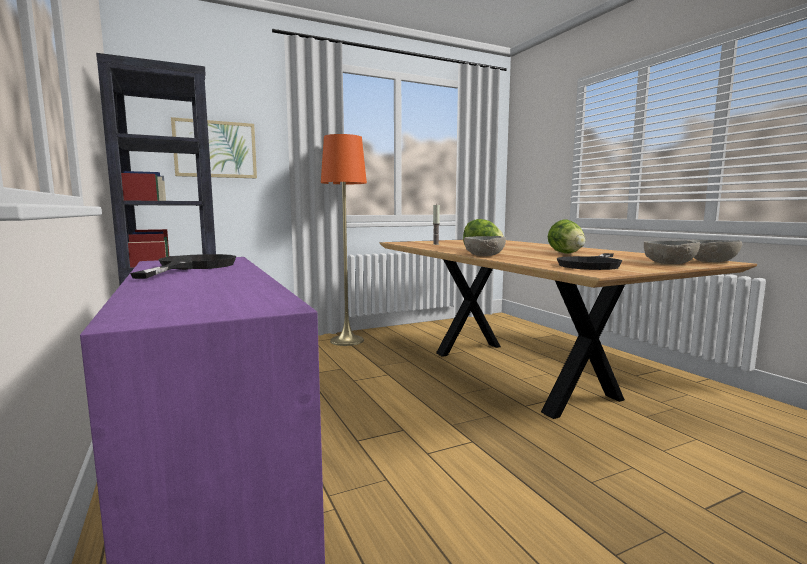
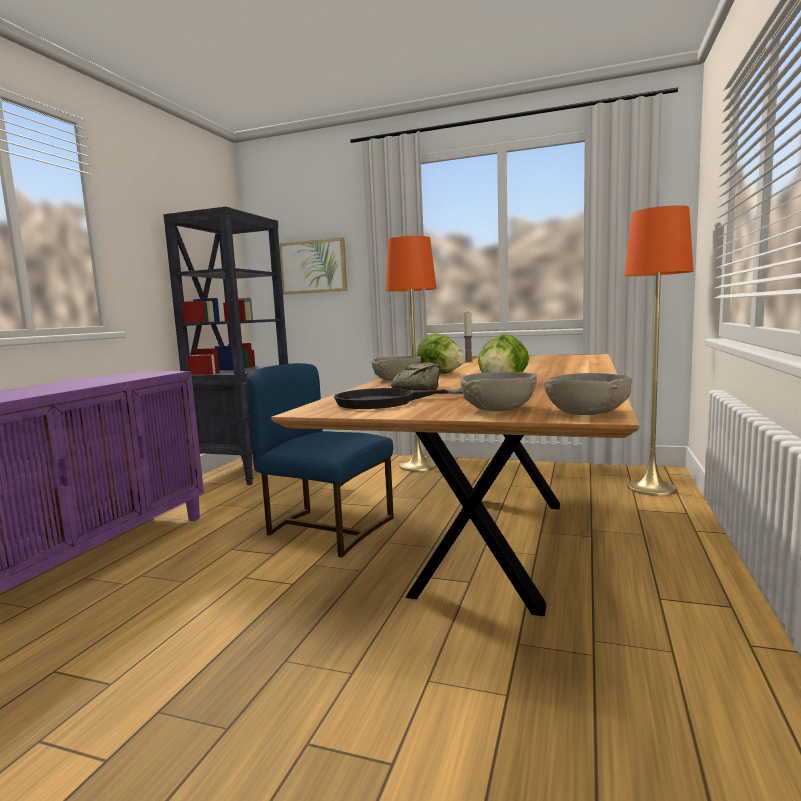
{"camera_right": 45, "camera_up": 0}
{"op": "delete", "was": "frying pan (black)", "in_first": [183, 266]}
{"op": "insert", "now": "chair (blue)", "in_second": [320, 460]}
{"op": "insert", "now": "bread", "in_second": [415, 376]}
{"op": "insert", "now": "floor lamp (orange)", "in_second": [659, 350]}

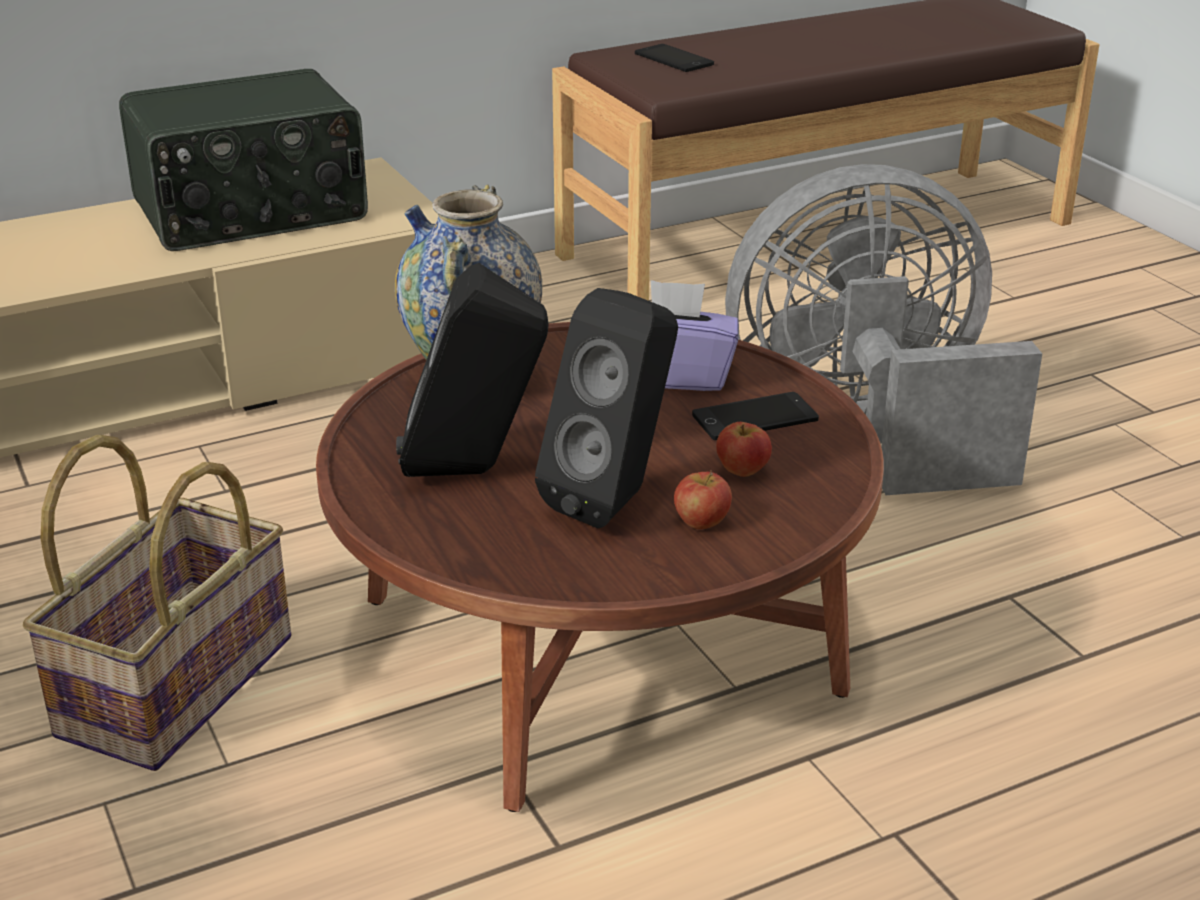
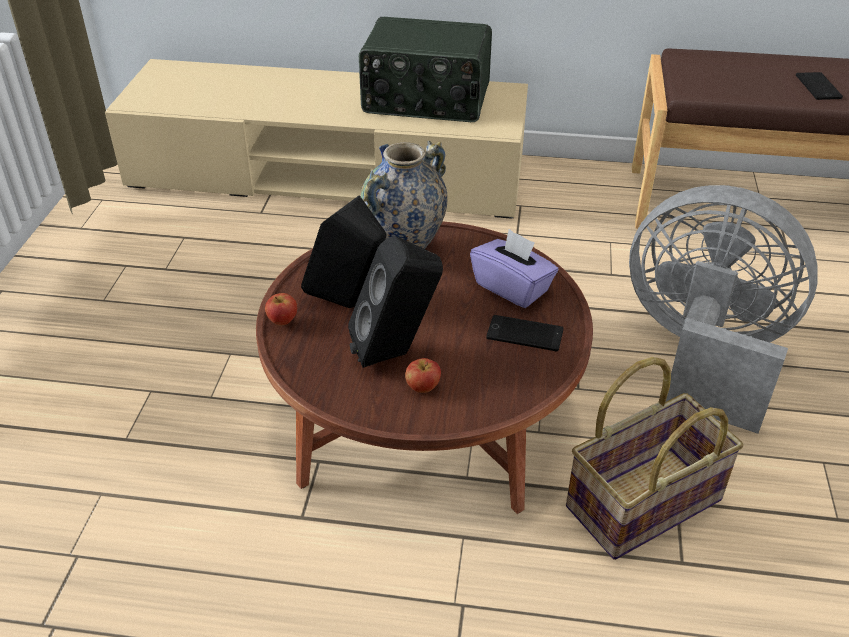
{"camera_right": 35, "camera_up": 10}
{"op": "move", "was": "basket", "in_first": [157, 603], "in_second": [654, 458]}
{"op": "move", "was": "phone", "in_first": [674, 58], "in_second": [819, 86]}
{"op": "move", "was": "apple", "in_first": [744, 449], "in_second": [281, 309]}

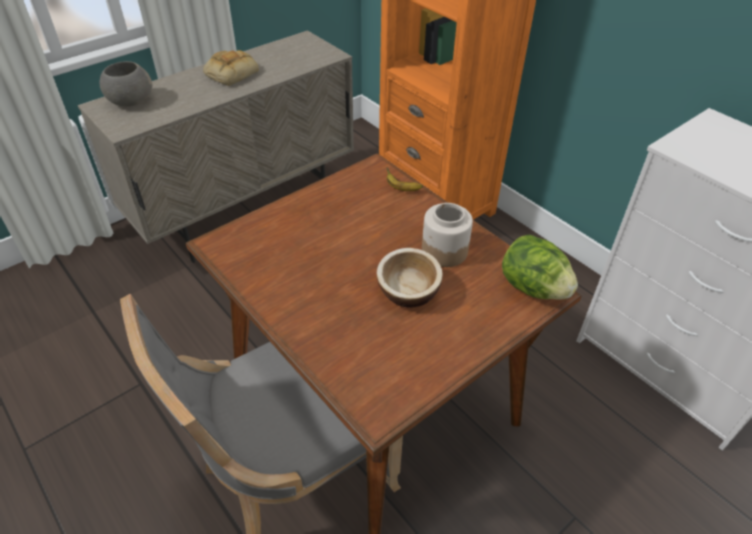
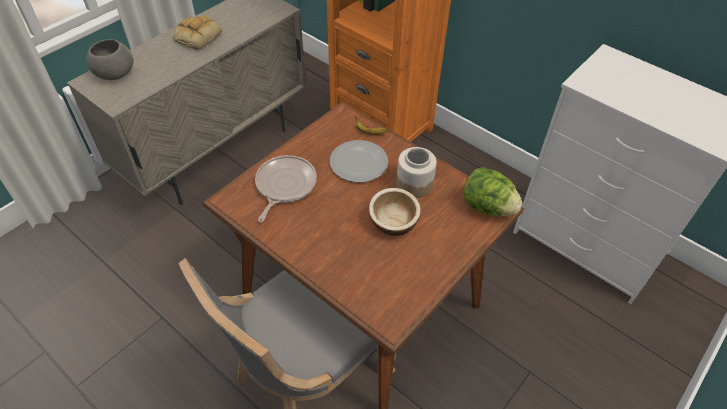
{"camera_right": -10, "camera_up": 5}
{"op": "insert", "now": "frying pan", "in_second": [286, 188]}
{"op": "insert", "now": "plate", "in_second": [359, 161]}

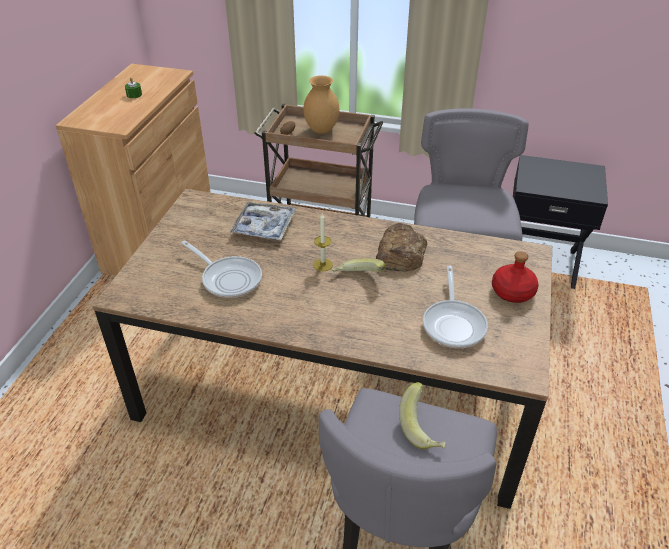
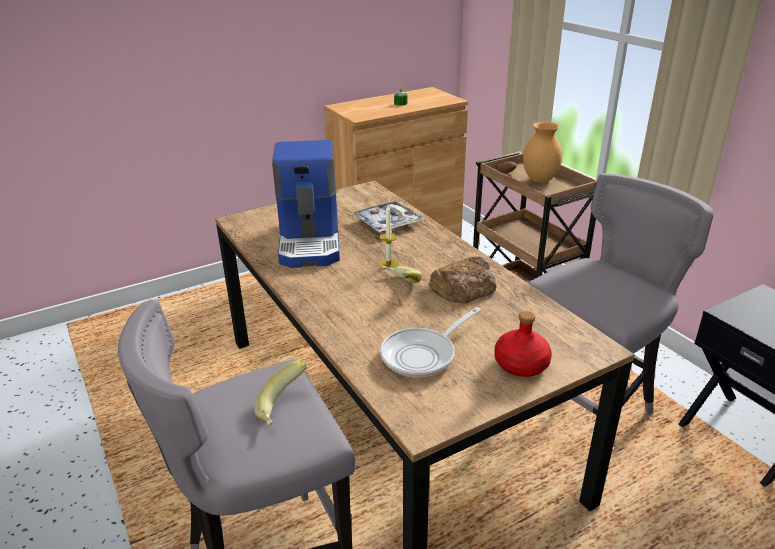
{"camera_right": 45, "camera_up": -10}
{"op": "replace", "was": "frying pan", "now": "coffee machine", "in_first": [221, 269], "in_second": [306, 204]}

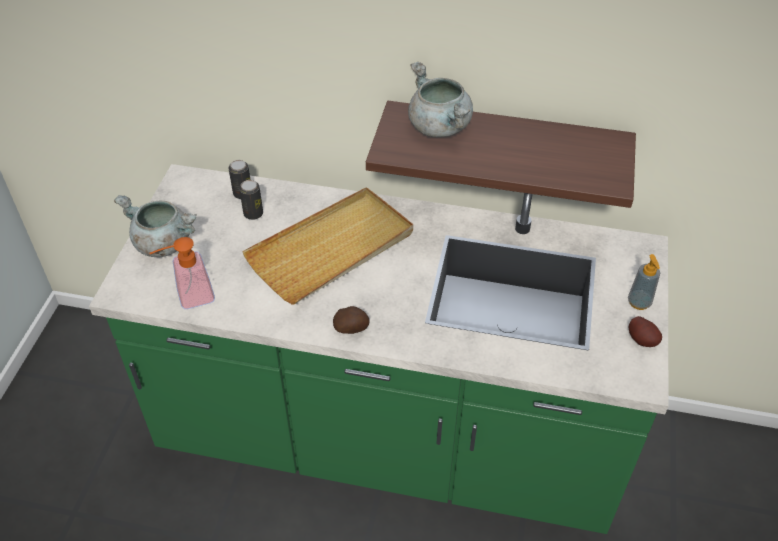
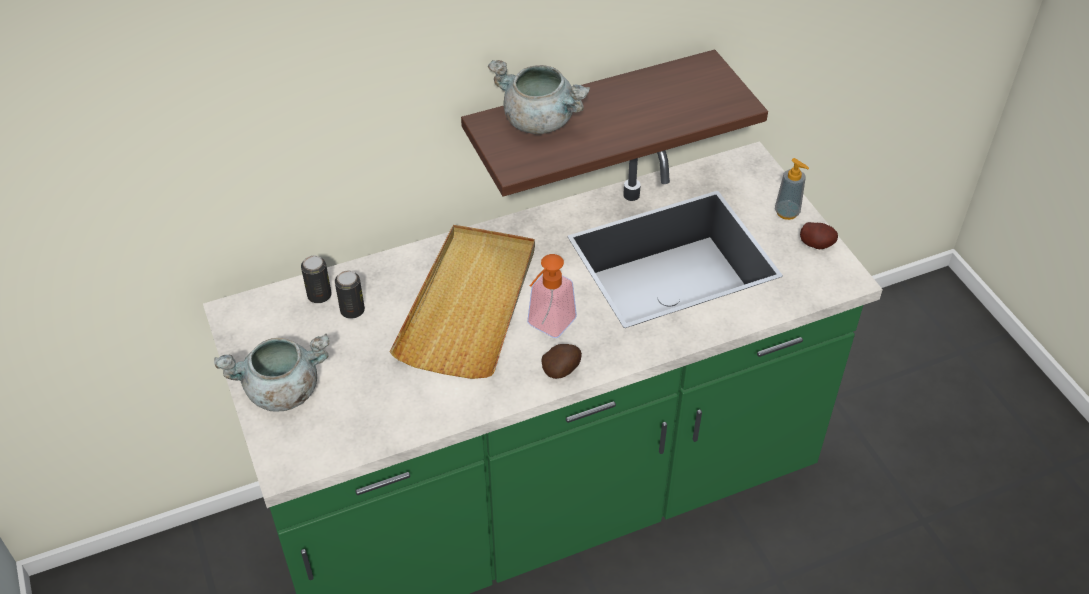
{"camera_right": -35, "camera_up": 0}
{"op": "move", "was": "soap dispenser", "in_first": [182, 273], "in_second": [552, 296]}

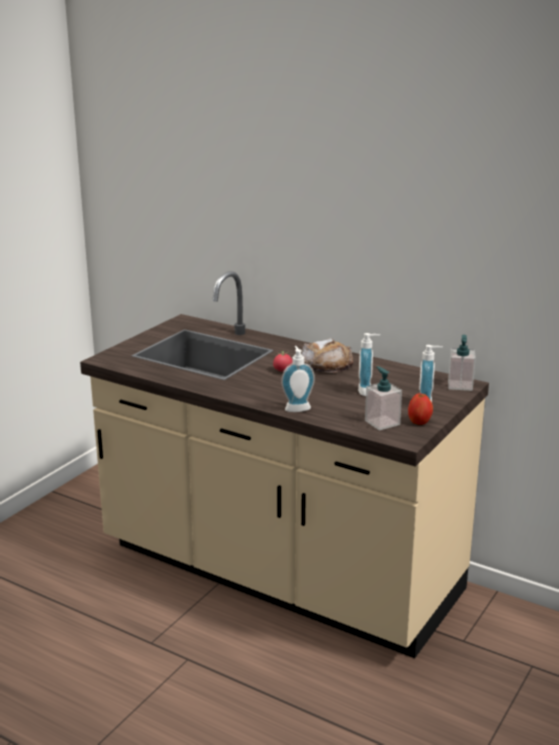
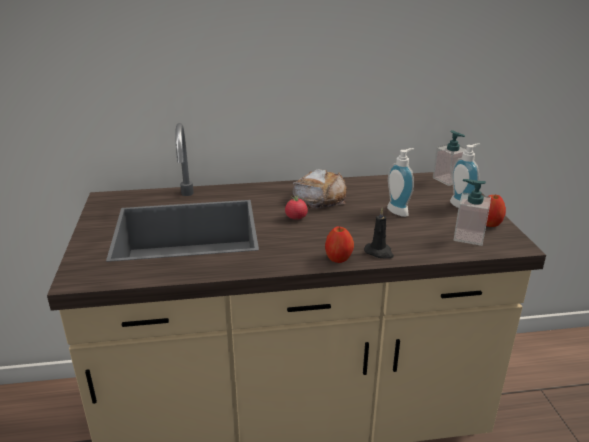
{"camera_right": -40, "camera_up": 5}
{"op": "replace", "was": "soap dispenser", "now": "candle (black)", "in_first": [298, 379], "in_second": [379, 233]}
{"op": "insert", "now": "apple", "in_second": [339, 245]}

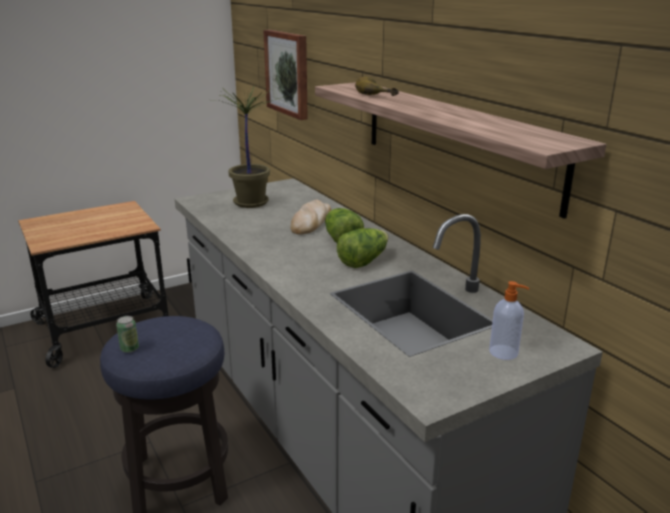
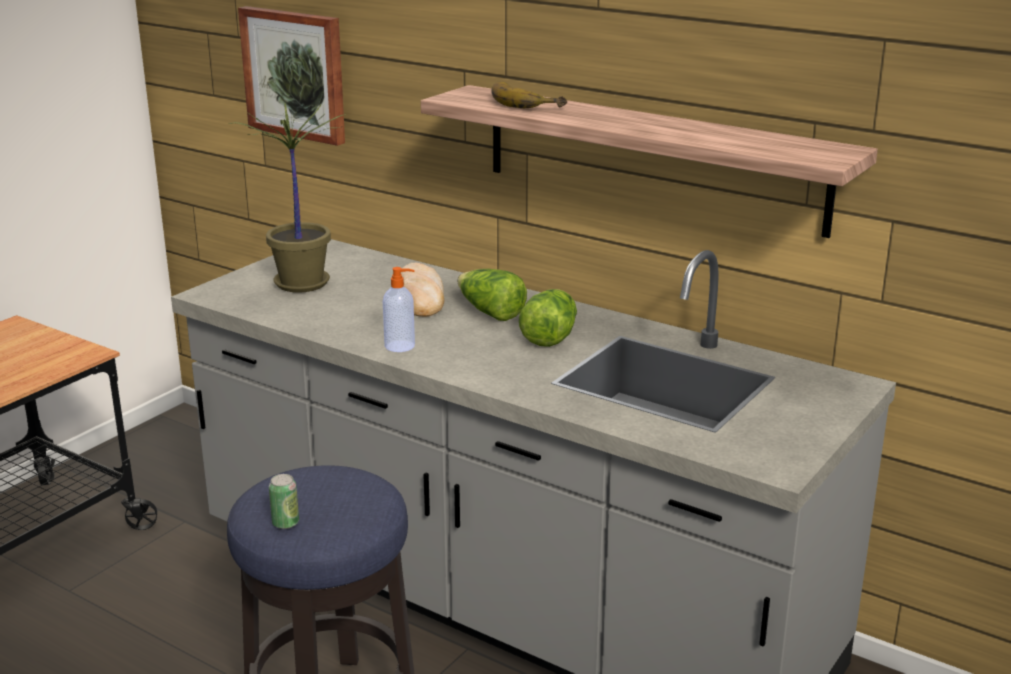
{"camera_right": -25, "camera_up": 0}
{"op": "move", "was": "soap dispenser", "in_first": [509, 320], "in_second": [399, 309]}

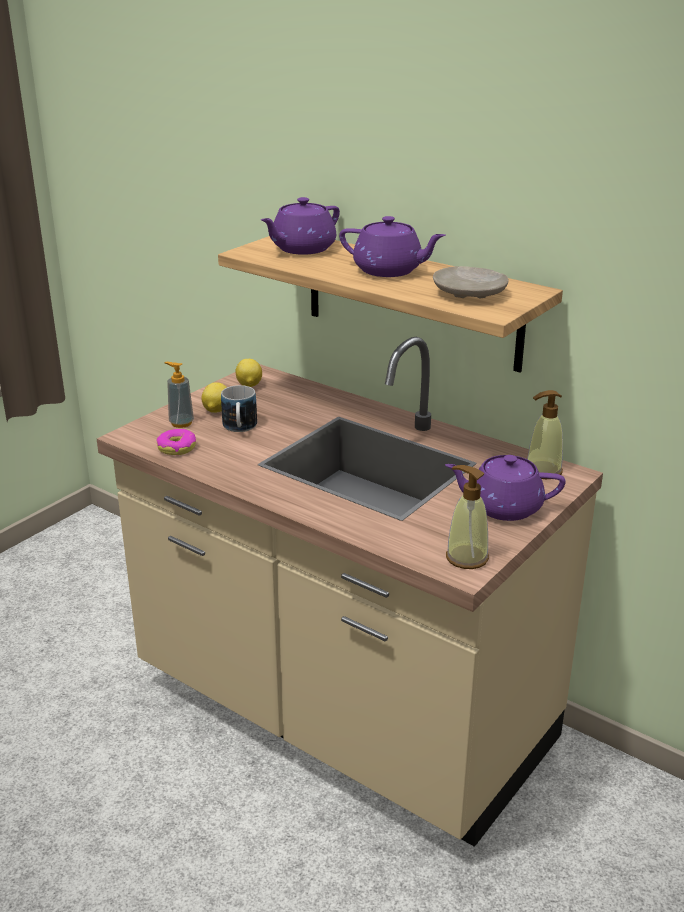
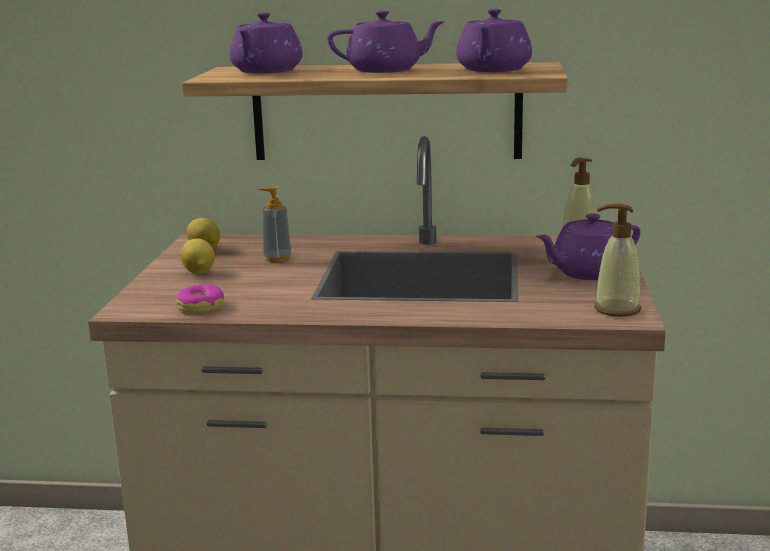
{"camera_right": -30, "camera_up": -10}
{"op": "move", "was": "soap dispenser", "in_first": [179, 395], "in_second": [275, 224]}
{"op": "delete", "was": "mug", "in_first": [239, 408]}
{"op": "replace", "was": "plate (beige)", "now": "teapot (purple)", "in_first": [471, 282], "in_second": [494, 40]}

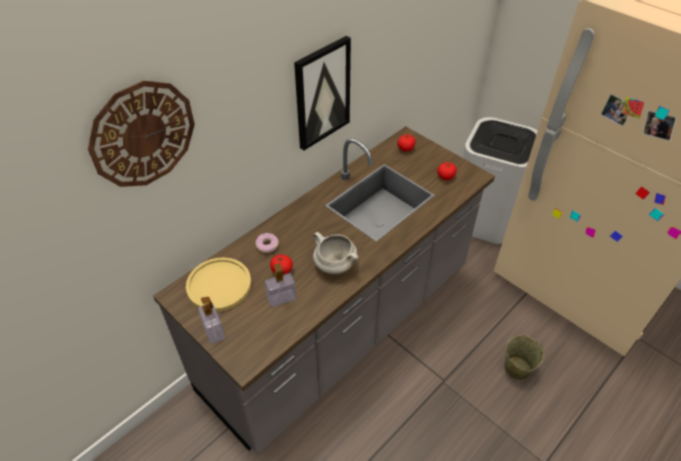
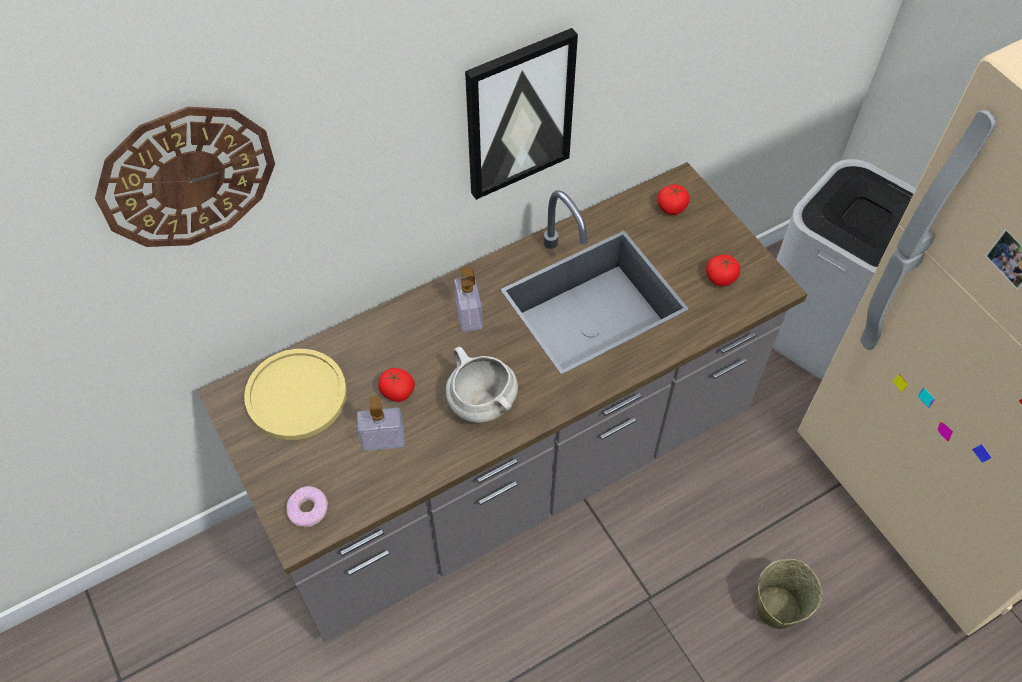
{"camera_right": 15, "camera_up": 10}
{"op": "move", "was": "soap dispenser", "in_first": [211, 320], "in_second": [468, 299]}
{"op": "move", "was": "donut", "in_first": [267, 243], "in_second": [307, 506]}

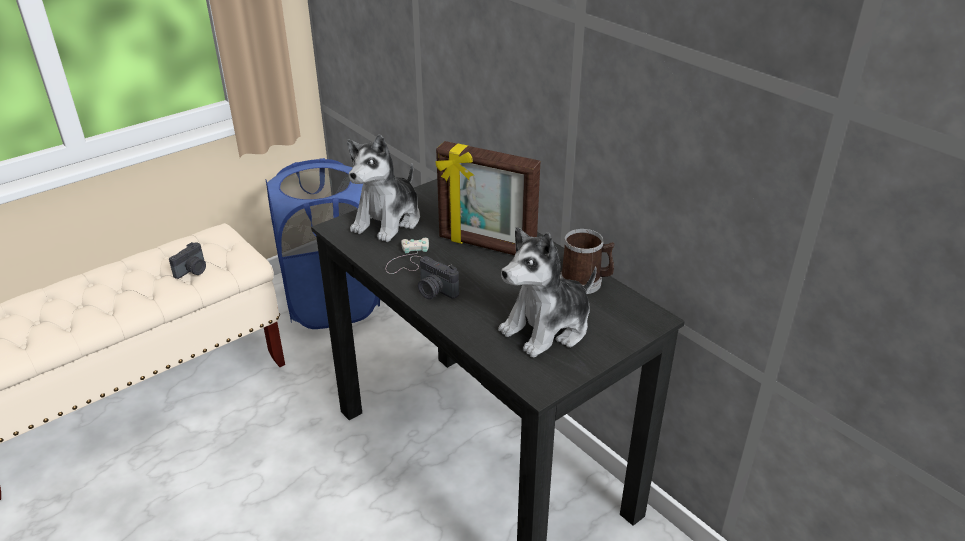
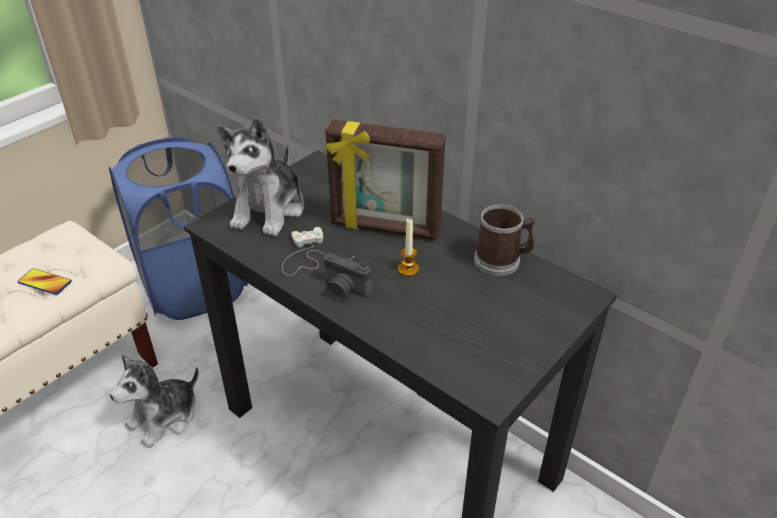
{"camera_right": -10, "camera_up": 5}
{"op": "replace", "was": "photo camera", "now": "phone", "in_first": [187, 260], "in_second": [45, 281]}
{"op": "move", "was": "plush toy", "in_first": [547, 292], "in_second": [153, 401]}
{"op": "insert", "now": "candle", "in_second": [408, 247]}

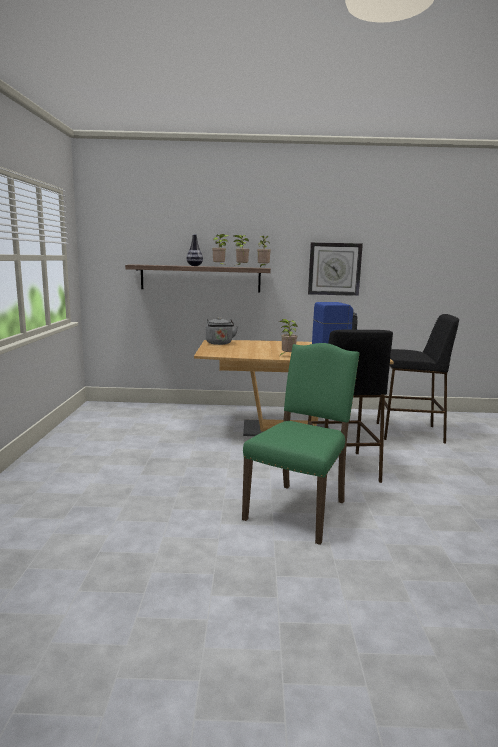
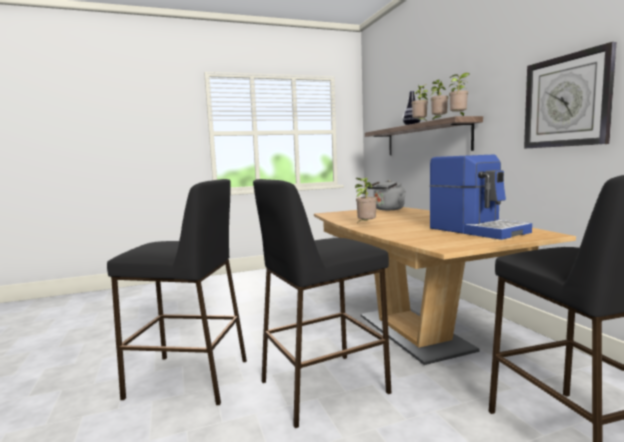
{"camera_right": 70, "camera_up": -5}
{"op": "replace", "was": "chair (green)", "now": "stool (black)", "in_first": [301, 444], "in_second": [177, 292]}

